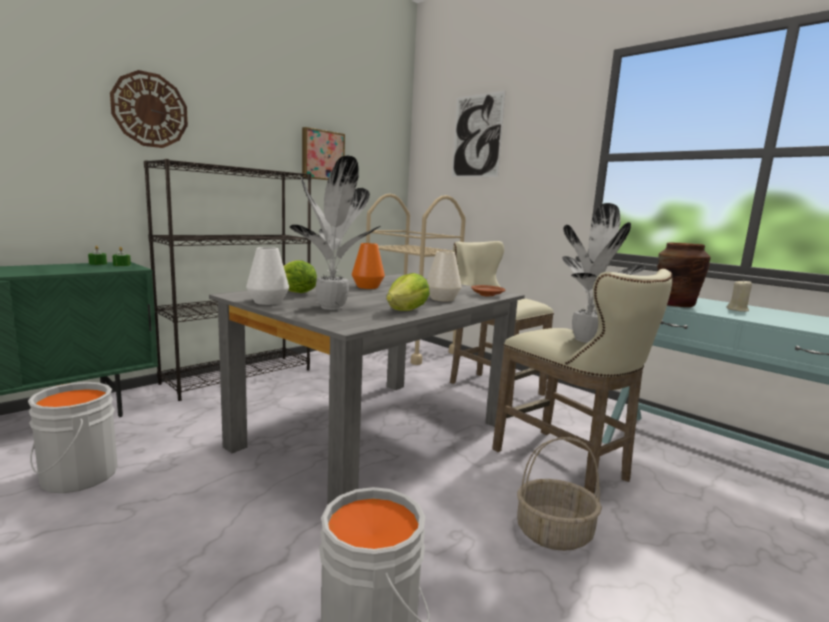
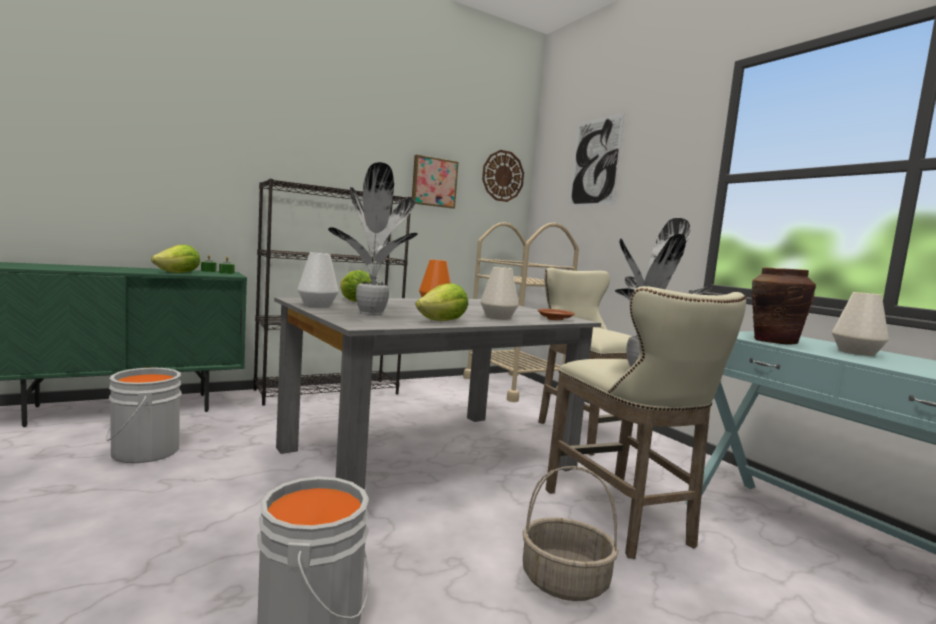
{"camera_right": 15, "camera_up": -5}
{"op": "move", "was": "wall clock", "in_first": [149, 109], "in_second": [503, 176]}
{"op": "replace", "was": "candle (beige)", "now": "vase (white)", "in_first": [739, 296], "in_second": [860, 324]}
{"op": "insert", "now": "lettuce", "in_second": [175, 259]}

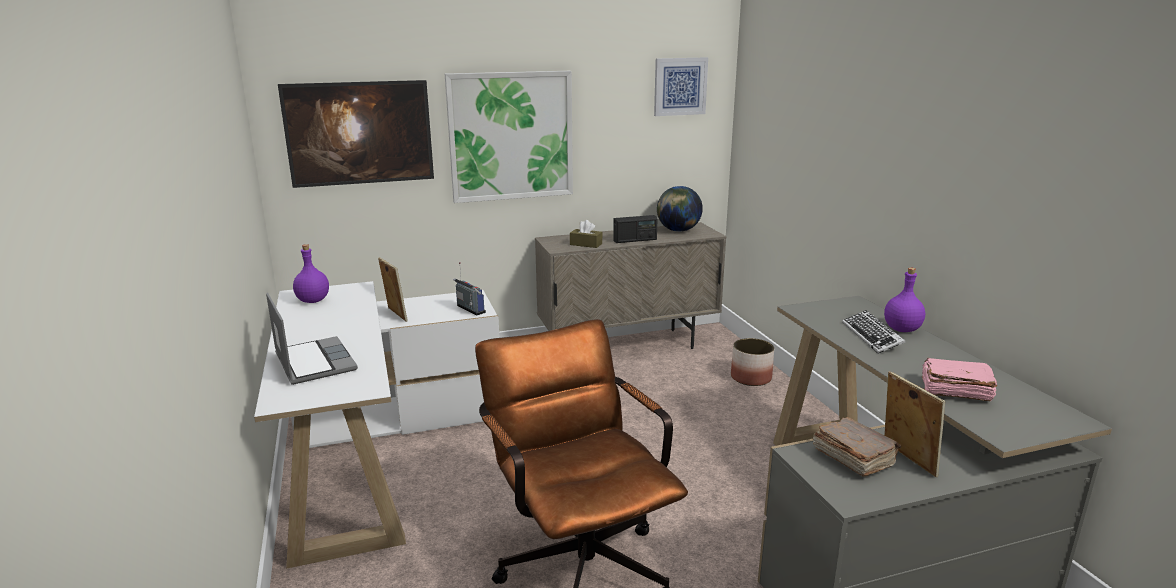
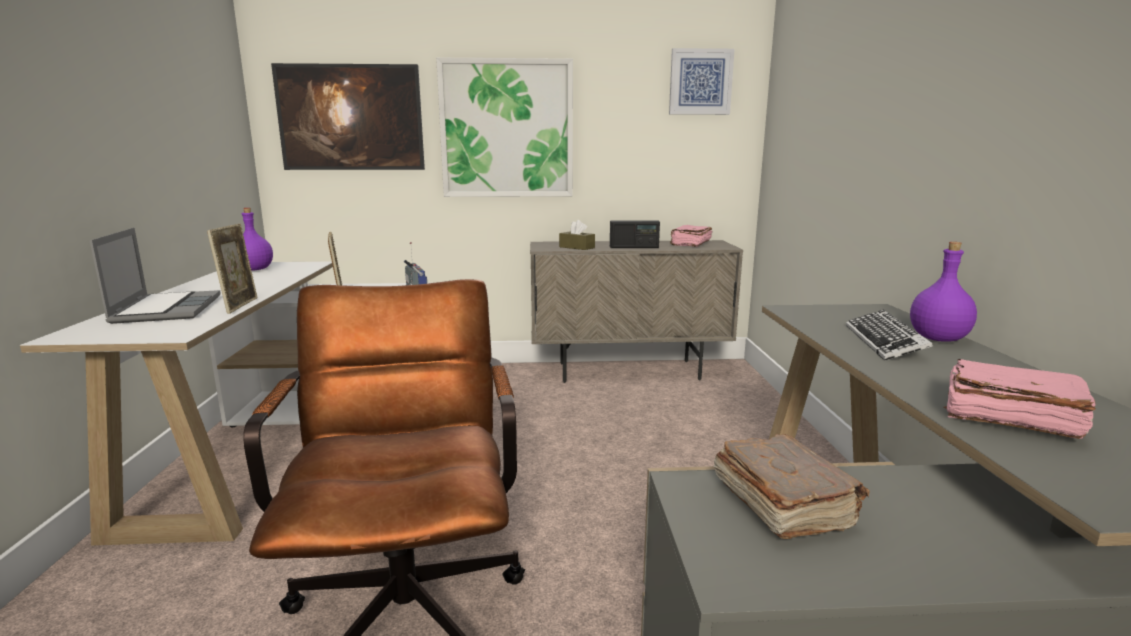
{"camera_right": 15, "camera_up": -5}
{"op": "replace", "was": "globe", "now": "book (pink)", "in_first": [680, 209], "in_second": [691, 236]}
{"op": "delete", "was": "planter", "in_first": [752, 362]}
{"op": "move", "was": "picture frame", "in_first": [914, 424], "in_second": [232, 269]}

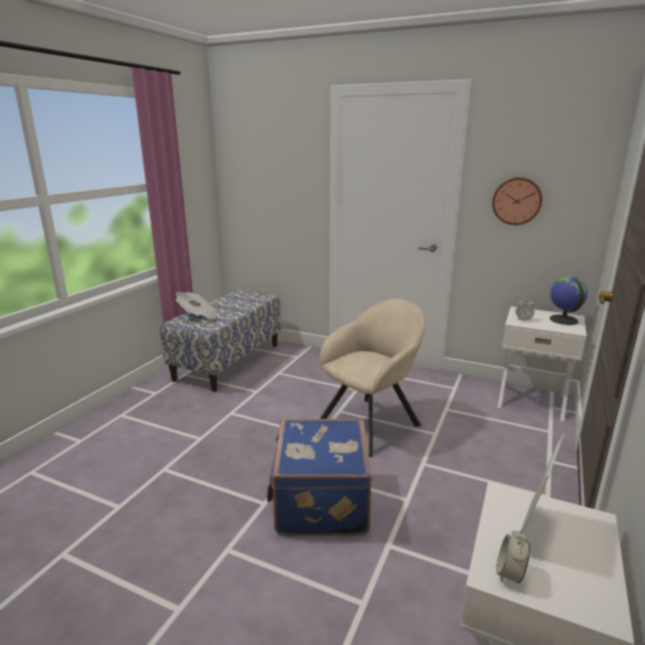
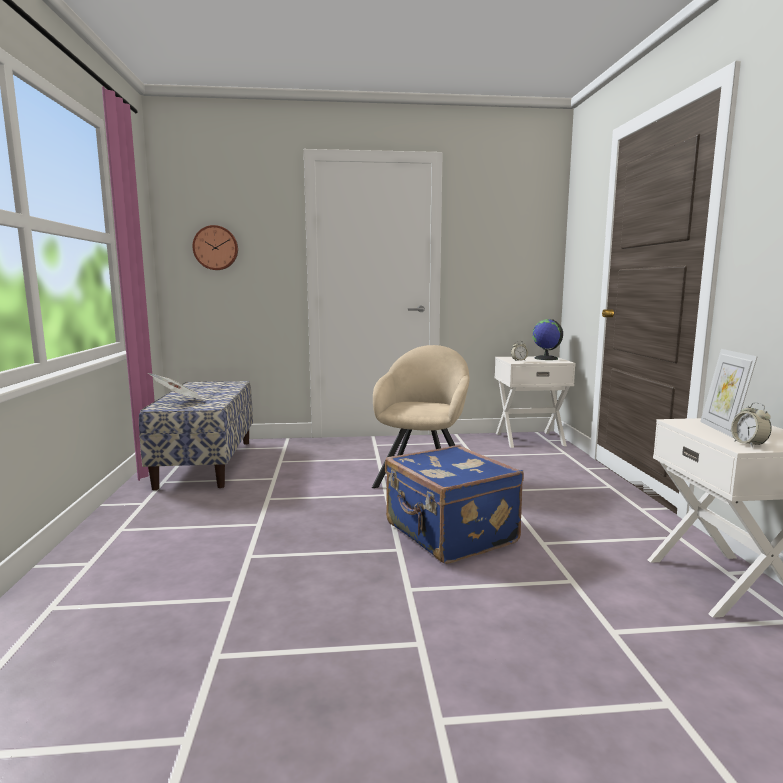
{"camera_right": -30, "camera_up": -10}
{"op": "move", "was": "wall clock", "in_first": [517, 201], "in_second": [215, 247]}

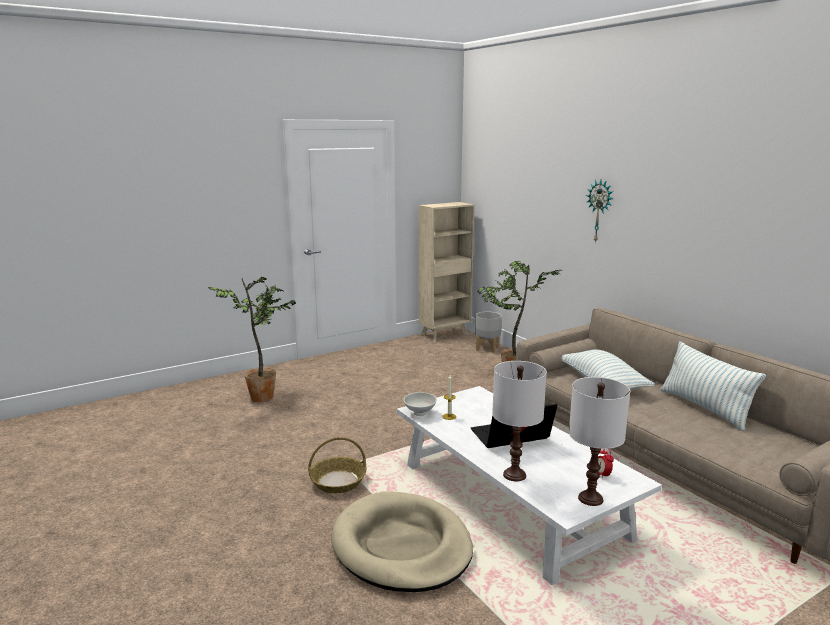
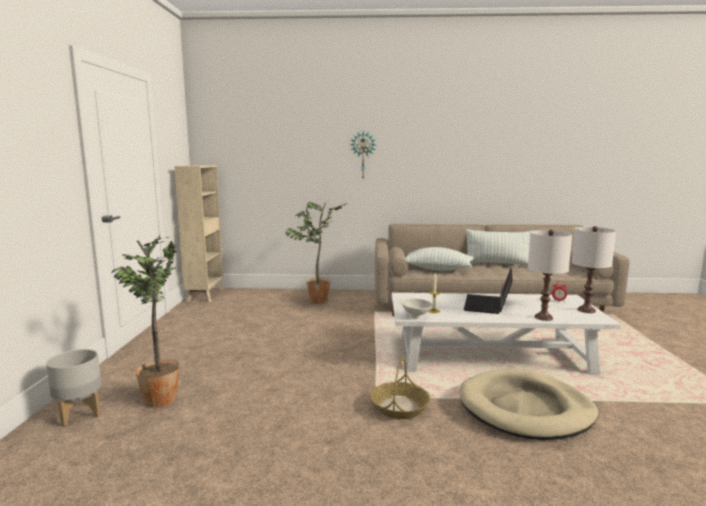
{"camera_right": -55, "camera_up": -5}
{"op": "move", "was": "planter (grey)", "in_first": [488, 332], "in_second": [73, 388]}

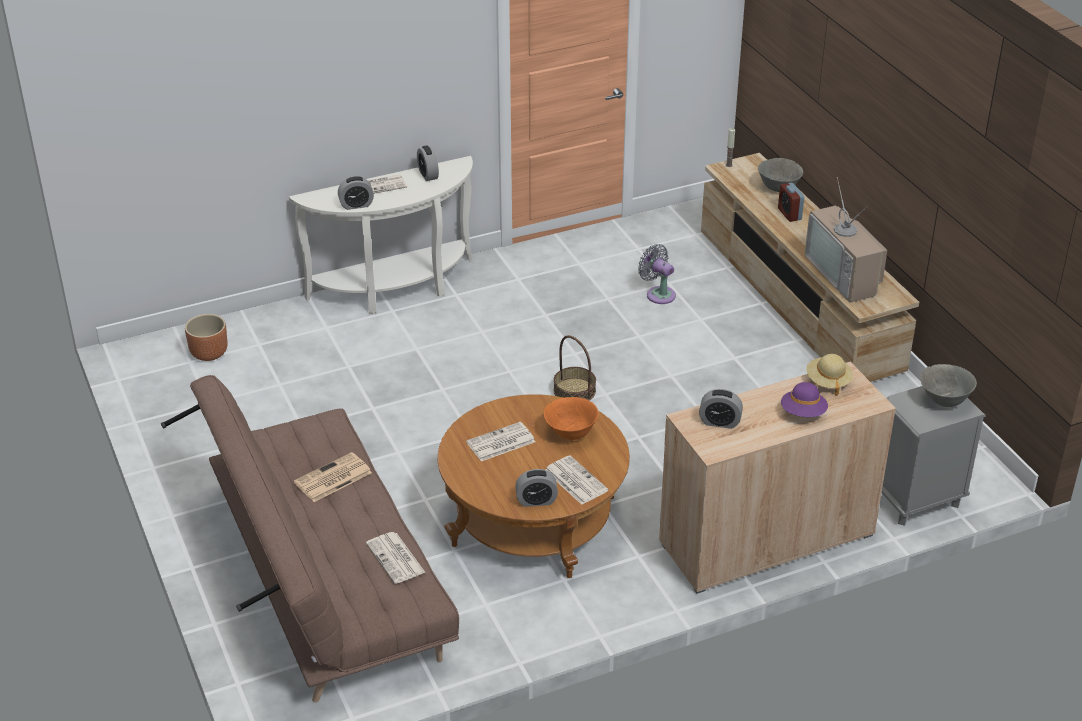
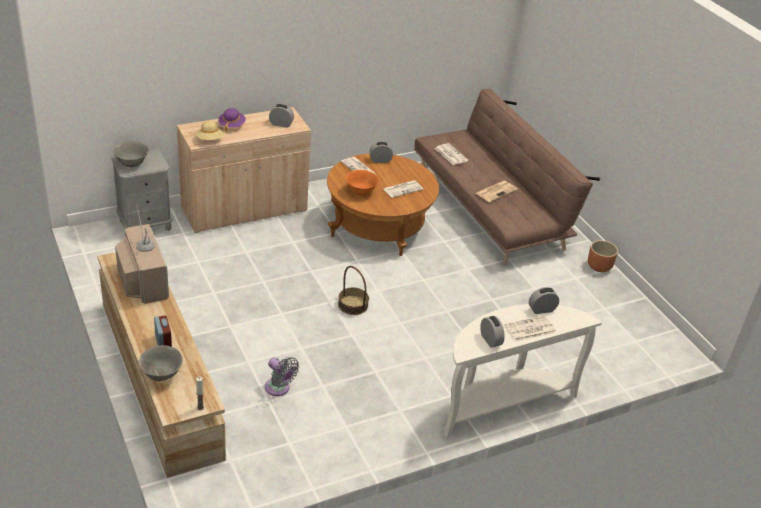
{"camera_right": 175, "camera_up": 0}
{"op": "move", "was": "planter (brown)", "in_first": [206, 337], "in_second": [603, 256]}

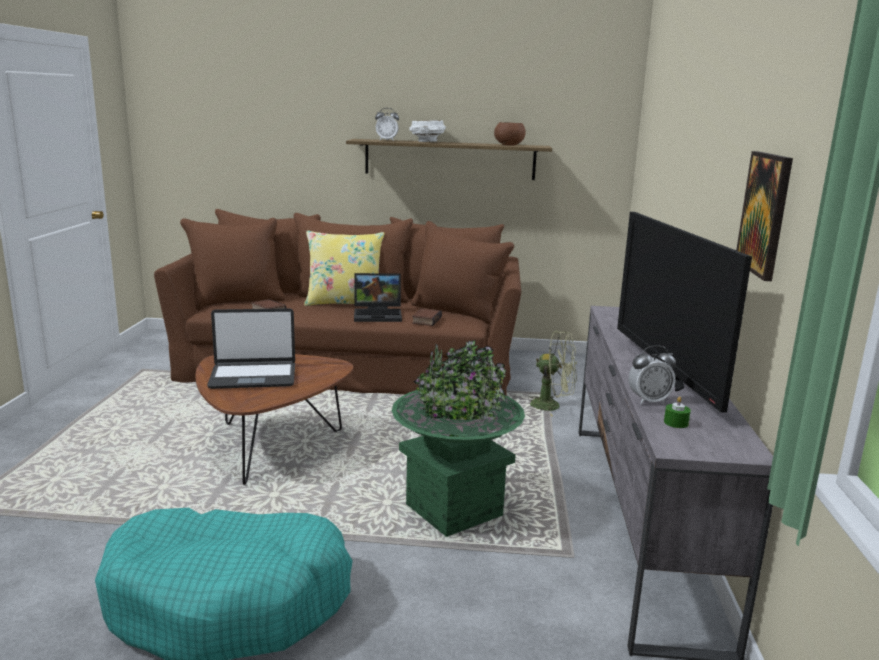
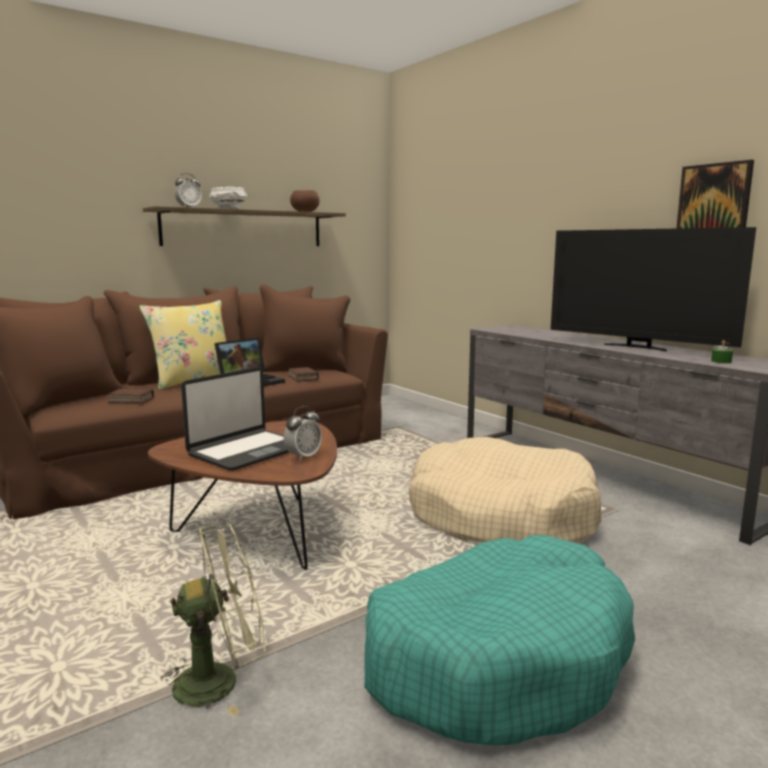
{"camera_right": -40, "camera_up": -5}
{"op": "replace", "was": "planter (green)", "now": "dog bed (beige)", "in_first": [458, 438], "in_second": [505, 490]}
{"op": "move", "was": "fan (green)", "in_first": [552, 374], "in_second": [212, 619]}
{"op": "move", "was": "alarm clock", "in_first": [652, 374], "in_second": [303, 433]}

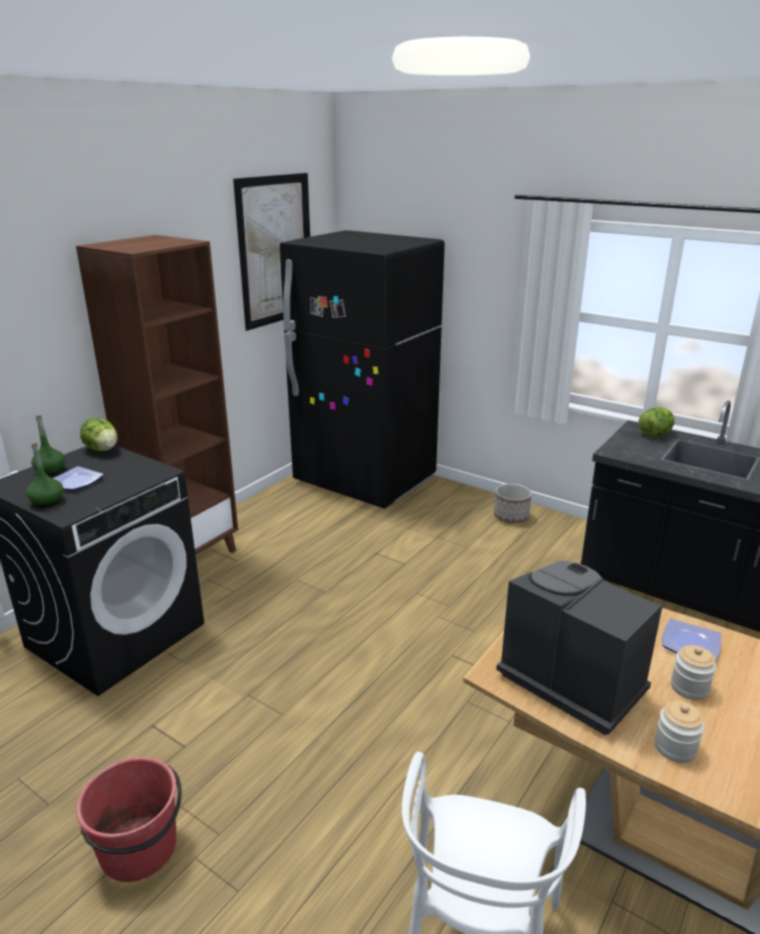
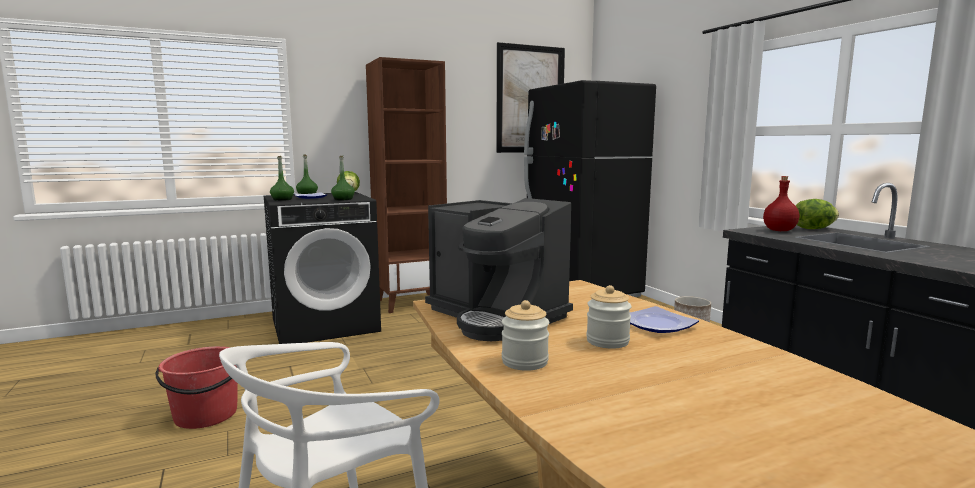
{"camera_right": 30, "camera_up": -15}
{"op": "rotate", "was": "coffee machine", "in_first": [579, 648], "in_second": [499, 269], "clockwise": 150}
{"op": "insert", "now": "bottle (green)", "in_second": [343, 178]}
{"op": "insert", "now": "bottle (red)", "in_second": [781, 203]}

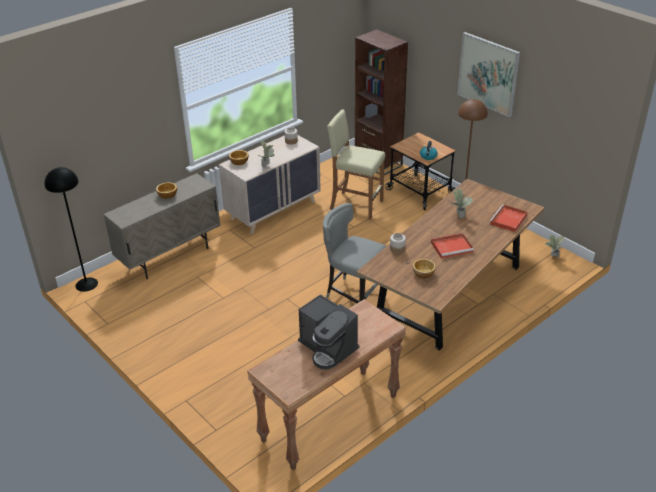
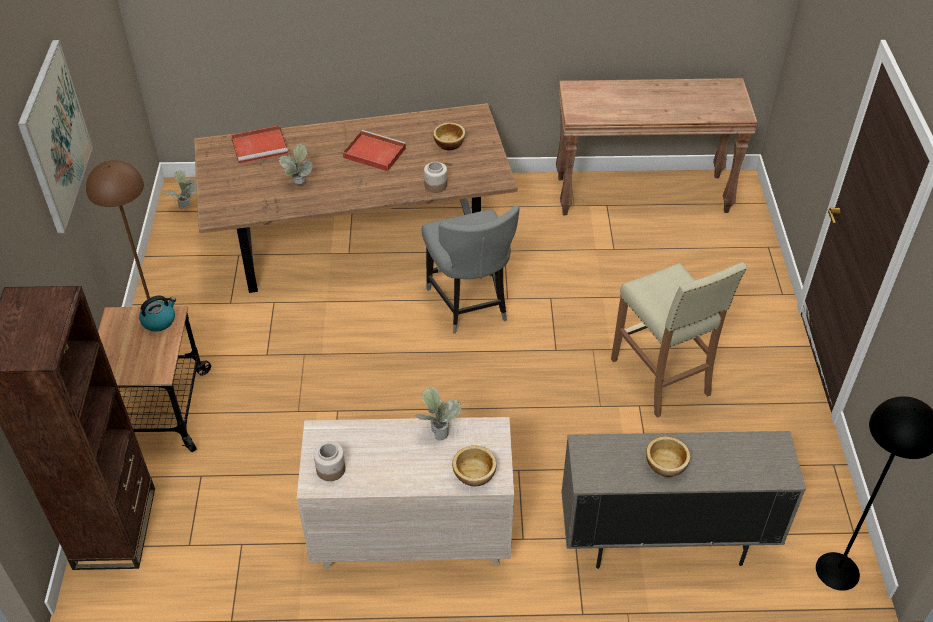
{"camera_right": -140, "camera_up": 10}
{"op": "delete", "was": "coffee machine", "in_first": [329, 332]}
{"op": "move", "was": "stool (beige)", "in_first": [356, 164], "in_second": [679, 340]}

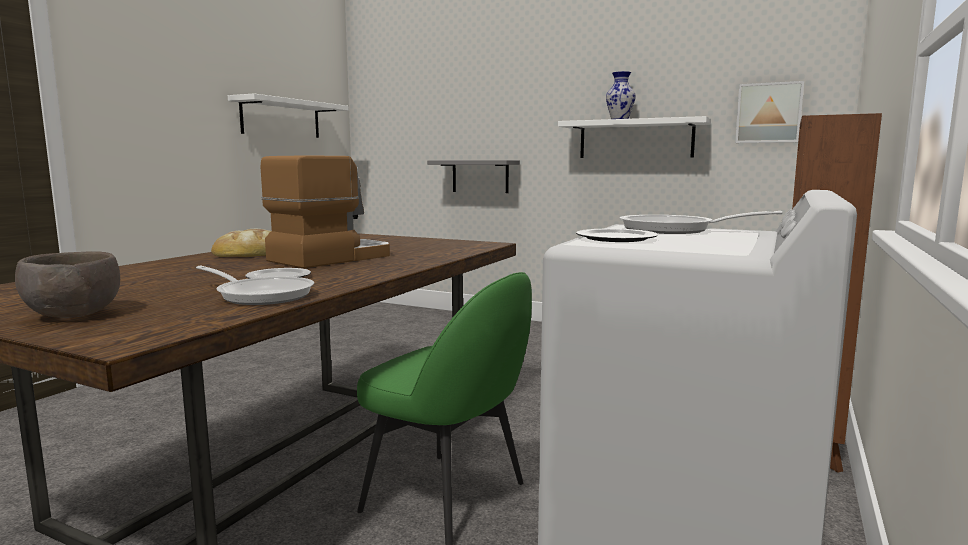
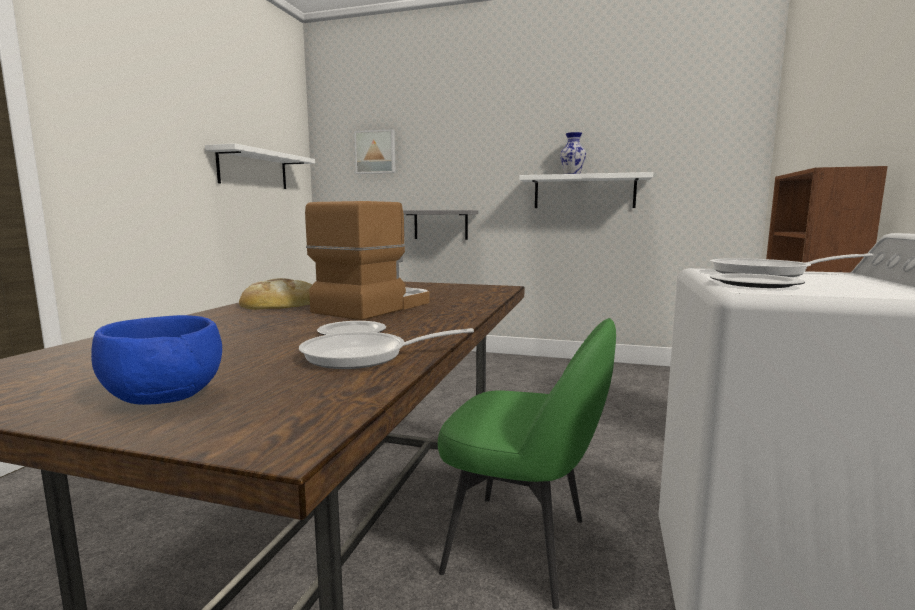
{"camera_right": -10, "camera_up": 0}
{"op": "recolor", "was": "bowl (brown)", "now": "bowl (blue)", "in_first": [67, 284], "in_second": [156, 360]}
{"op": "rotate", "was": "frying pan", "in_first": [255, 285], "in_second": [386, 348], "clockwise": 150}
{"op": "move", "was": "picture", "in_first": [769, 112], "in_second": [375, 151]}

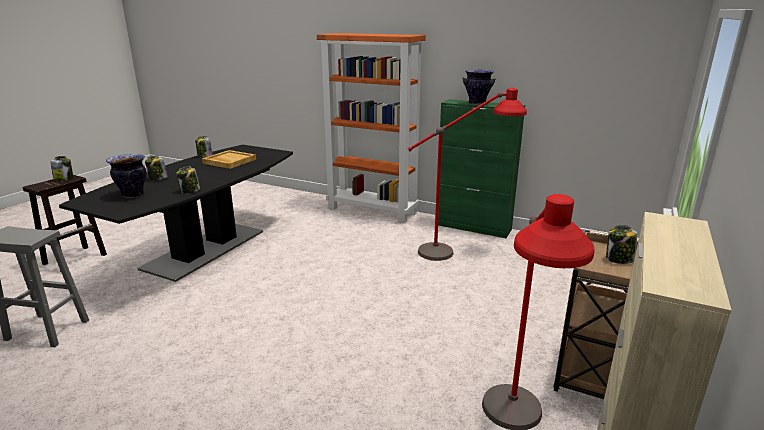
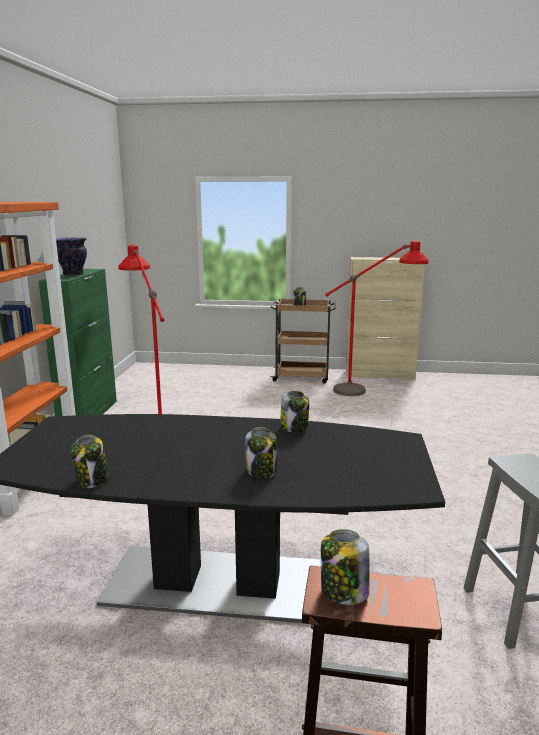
{"camera_right": -110, "camera_up": -5}
{"op": "delete", "was": "vase", "in_first": [126, 176]}
{"op": "delete", "was": "tray (beige)", "in_first": [229, 159]}

